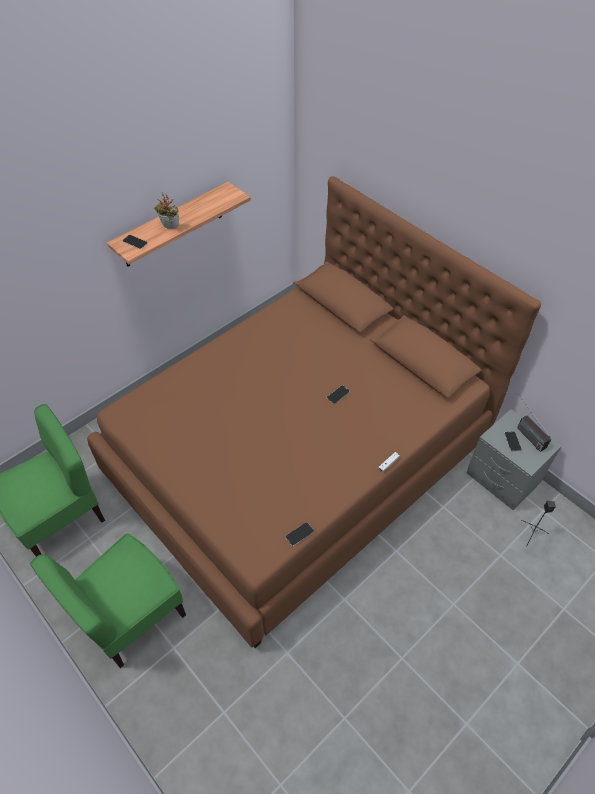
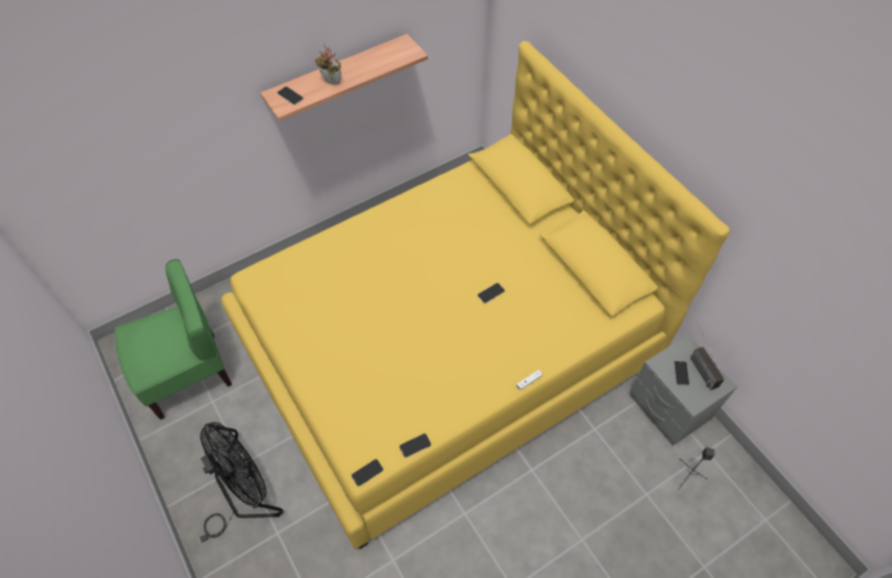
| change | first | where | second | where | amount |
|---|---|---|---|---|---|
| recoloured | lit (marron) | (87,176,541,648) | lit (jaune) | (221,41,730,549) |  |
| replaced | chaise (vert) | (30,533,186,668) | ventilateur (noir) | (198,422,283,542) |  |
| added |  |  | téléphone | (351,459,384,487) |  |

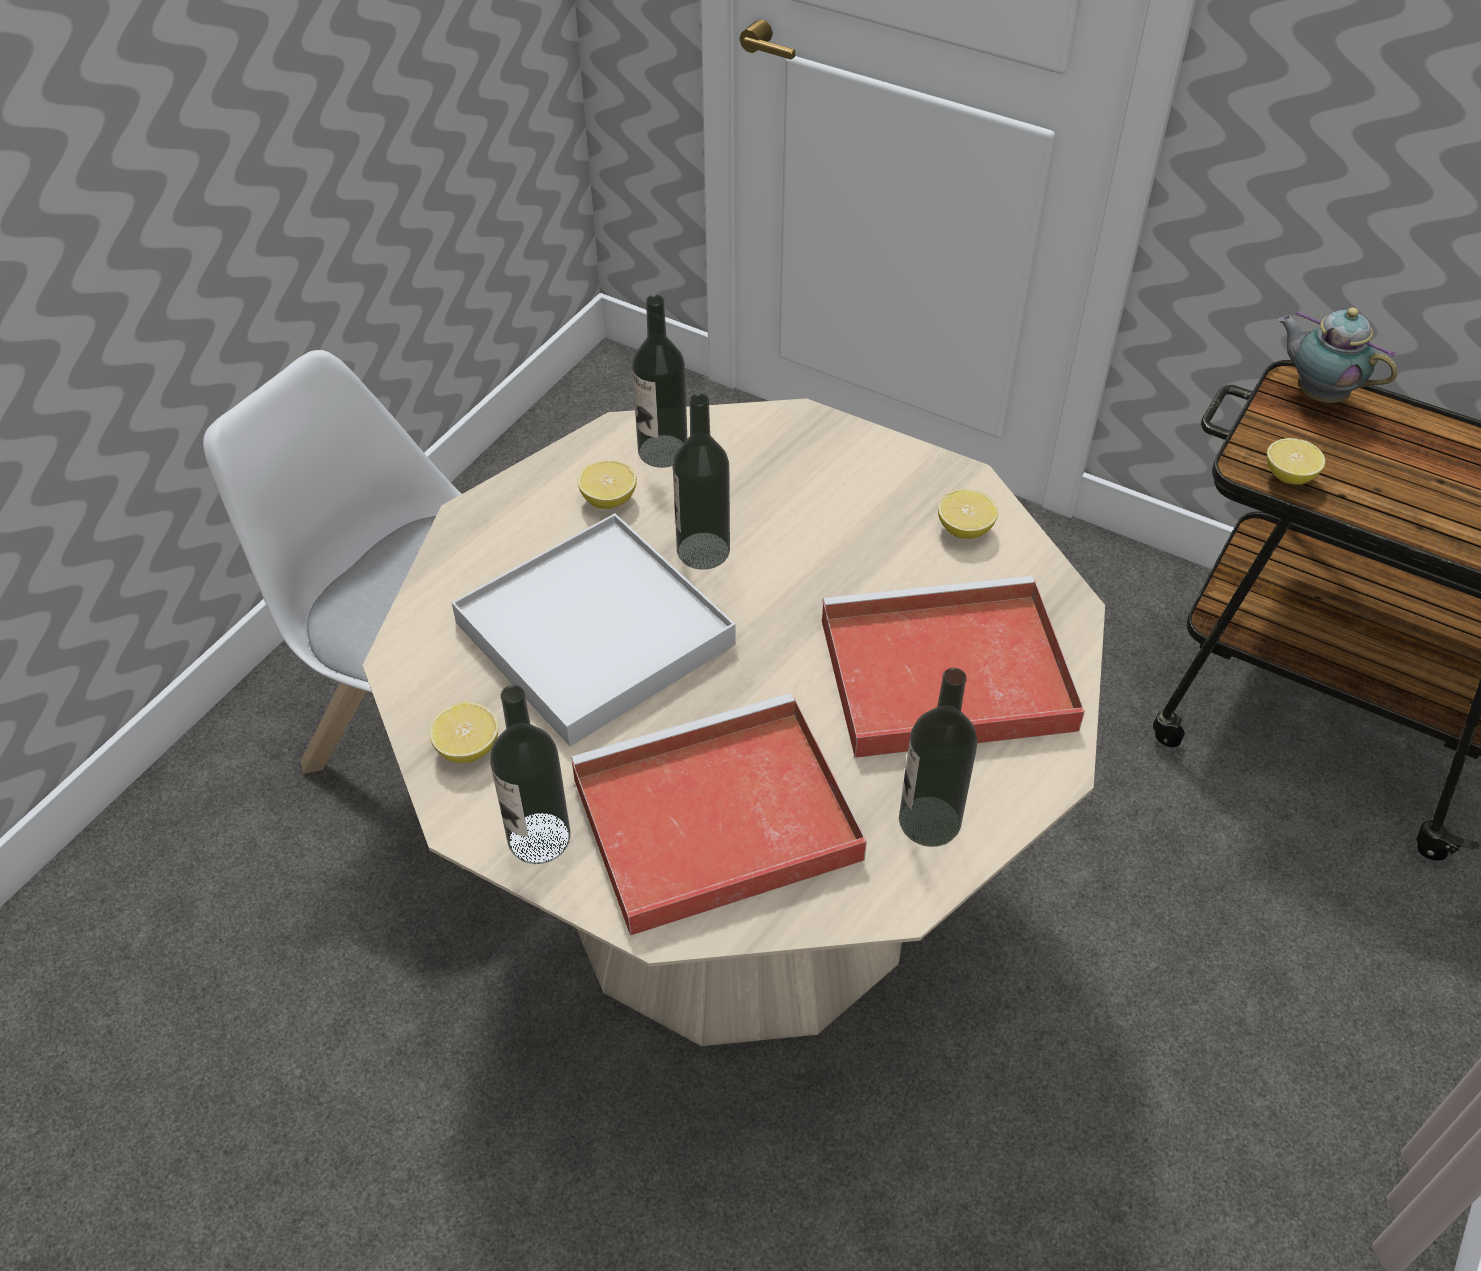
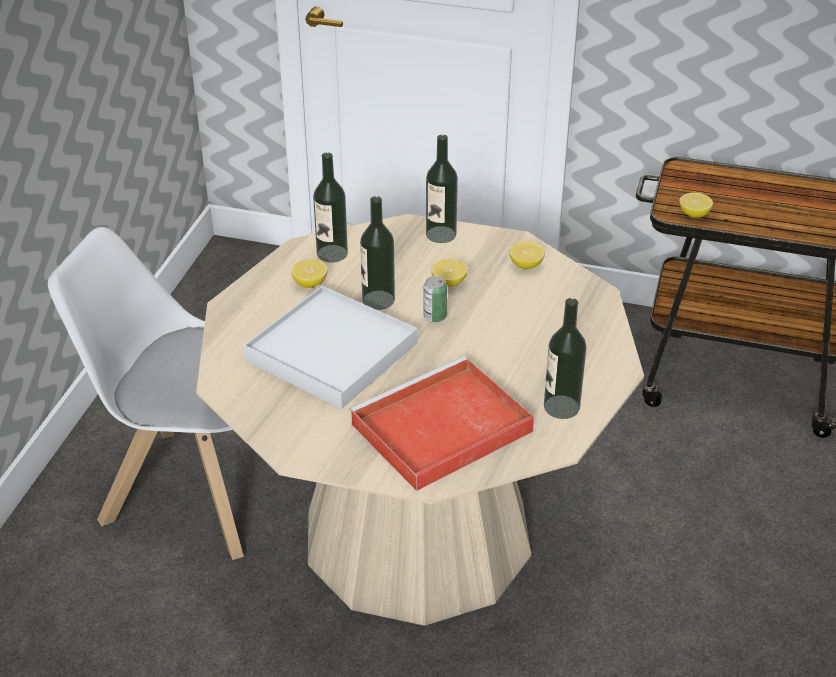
| change | first | where | second | where | amount |
|---|---|---|---|---|---|
| removed | théière | (1278,308,1397,403) |  |  |  |
| removed | plateau (rouge) | (821,576,1085,758) |  |  |  |
| moved | bouteille | (490,685,570,864) |  | (426,135,458,243) |  |
| moved | citron | (429,702,499,763) |  | (431,259,467,287) |  |
| added |  |  | boîte métallique | (424,276,447,322) |  |

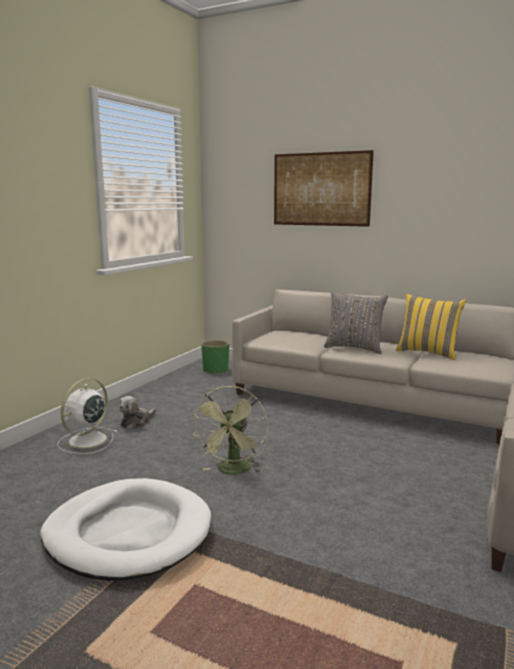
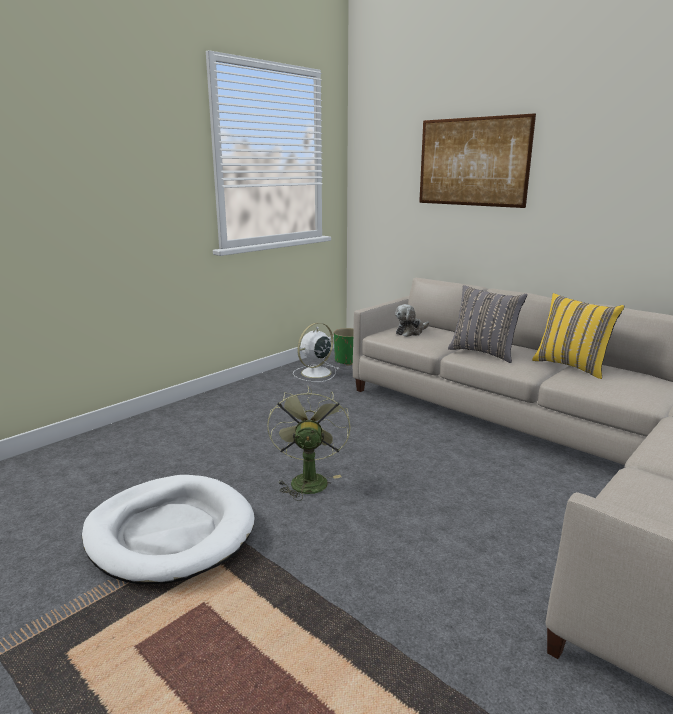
| change | first | where | second | where | amount |
|---|---|---|---|---|---|
| moved | ventilateur (blanc) | (57,378,117,454) |  | (293,322,339,382) |  |
| turned | ventilateur (vert) | (193,386,268,475) |  | (267,385,351,501) | 150 degrees clockwise |
| moved | peluche | (119,396,156,429) |  | (395,304,429,337) |  |

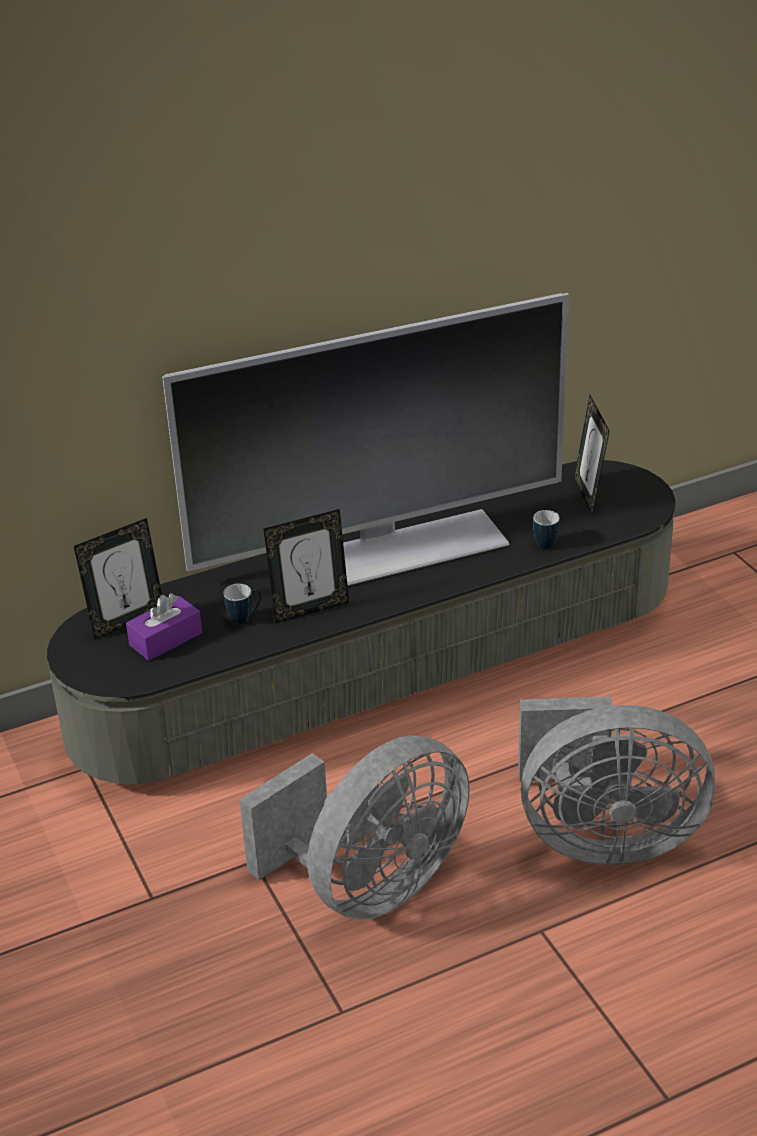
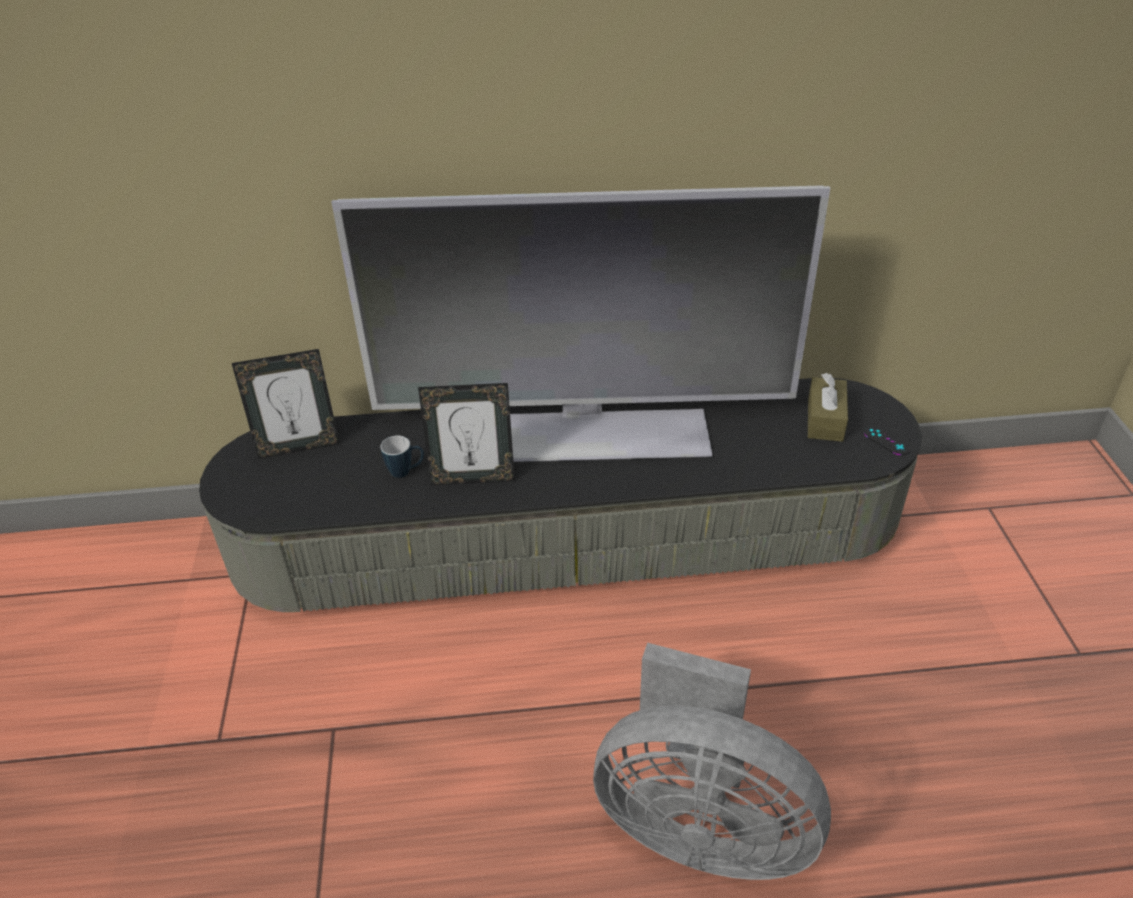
| change | first | where | second | where | amount |
|---|---|---|---|---|---|
| replaced | cadre photo | (574,395,610,516) | boîte à mouchoirs (marron) | (808,373,848,442) |  |
| removed | mug | (533,510,560,549) |  |  |  |
| removed | boîte à mouchoirs (violet) | (126,593,202,661) |  |  |  |
| removed | ventilateur (gris) | (239,736,470,920) |  |  |  |
| added |  |  | manette (noir) | (864,426,911,455) |  |

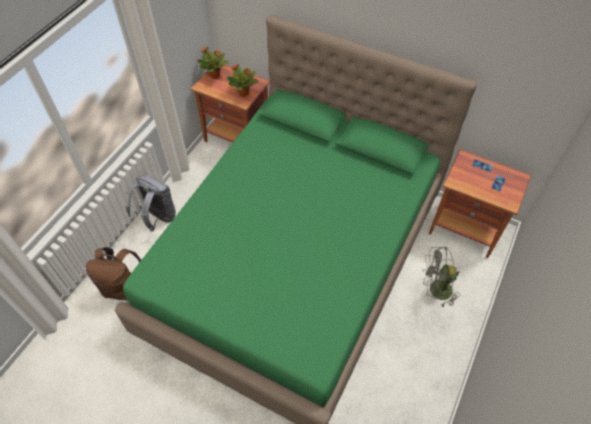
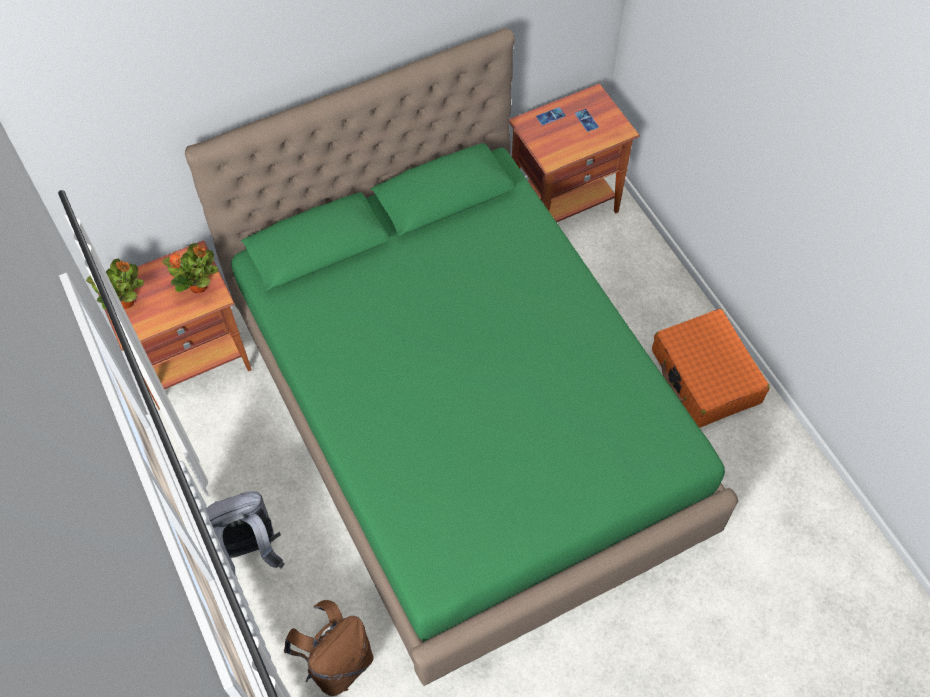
| change | first | where | second | where | amount |
|---|---|---|---|---|---|
| removed | ventilateur (gris) | (422,247,460,308) |  |  |  |
| added |  |  | valise (orange) | (652,309,770,428) |  |

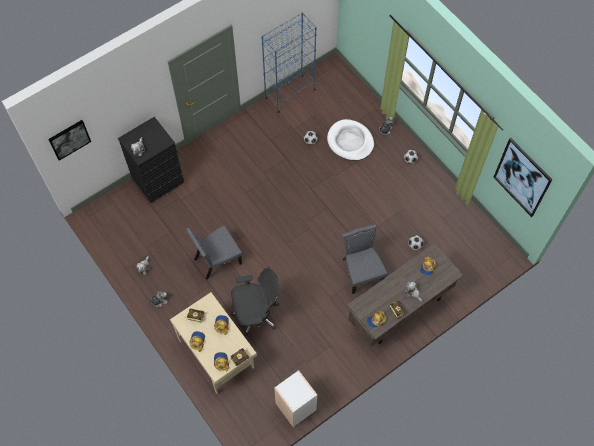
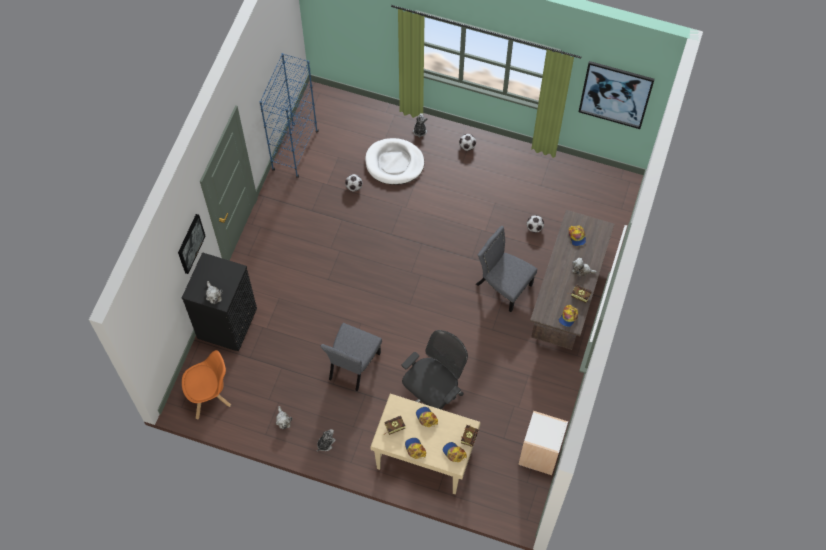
| change | first | where | second | where | amount |
|---|---|---|---|---|---|
| moved | tableau | (48,120,91,161) |  | (178,214,206,274) |  |
| added |  |  | chaise (orange) | (182,350,231,419) |  |

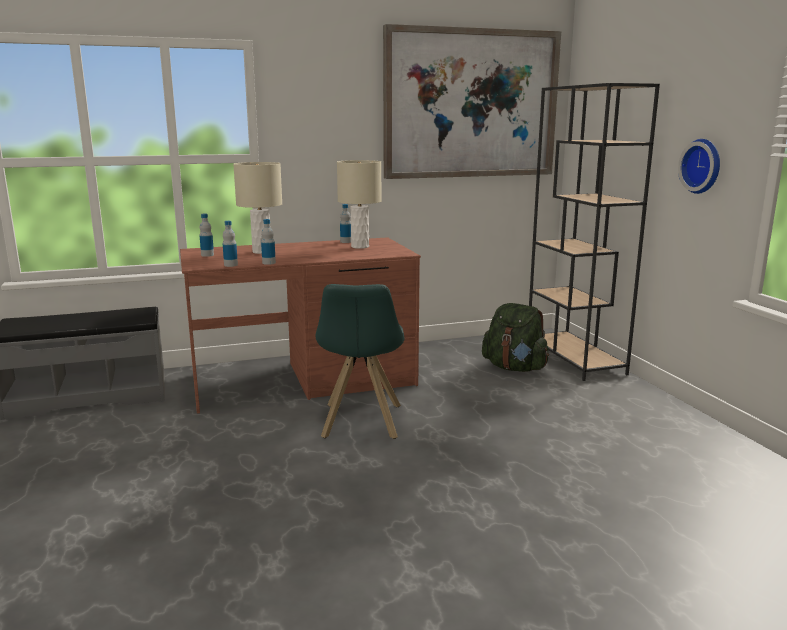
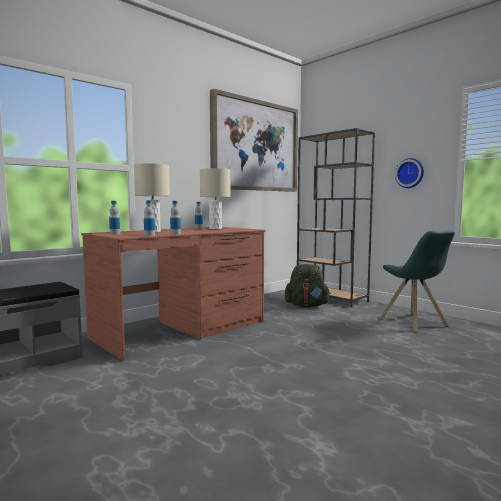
| change | first | where | second | where | amount |
|---|---|---|---|---|---|
| moved | chaise (turquoise) | (316,284,405,439) |  | (379,230,455,332) |  |

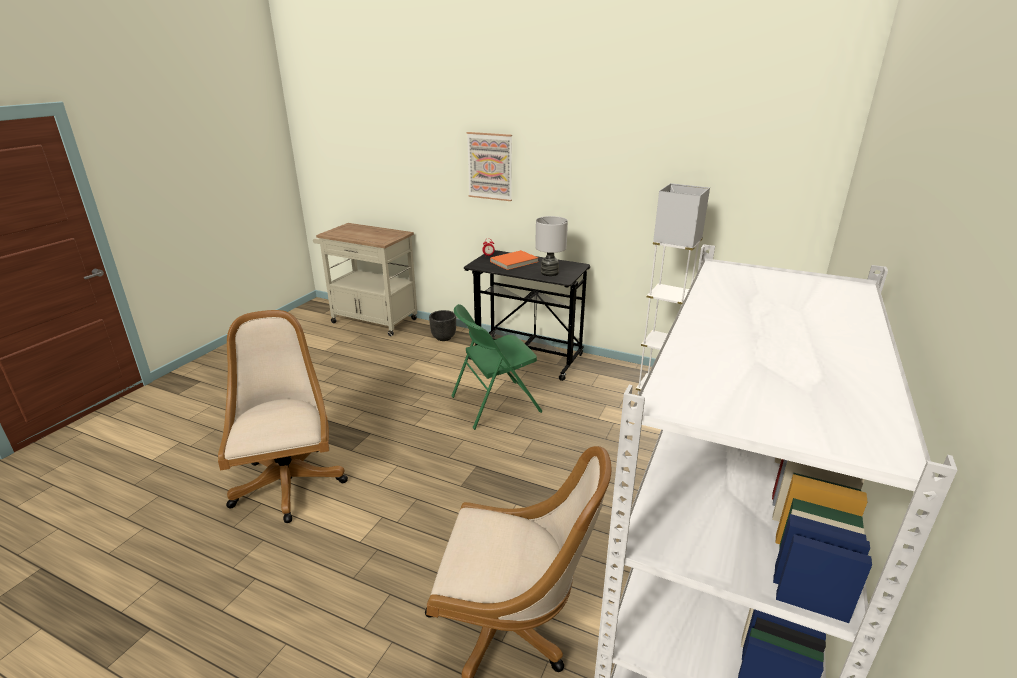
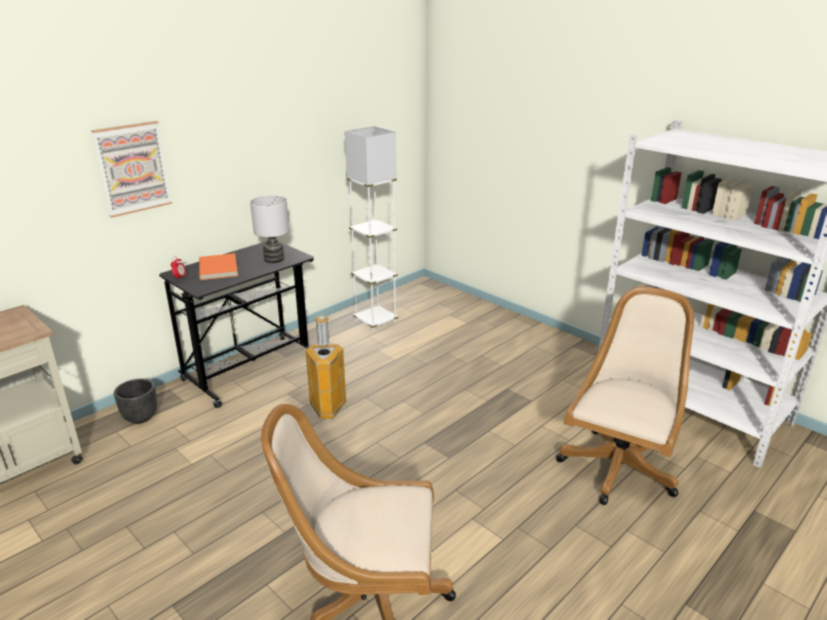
| change | first | where | second | where | amount |
|---|---|---|---|---|---|
| replaced | chaise (vert) | (451,304,542,430) | poubelle | (305,316,346,419) |  |

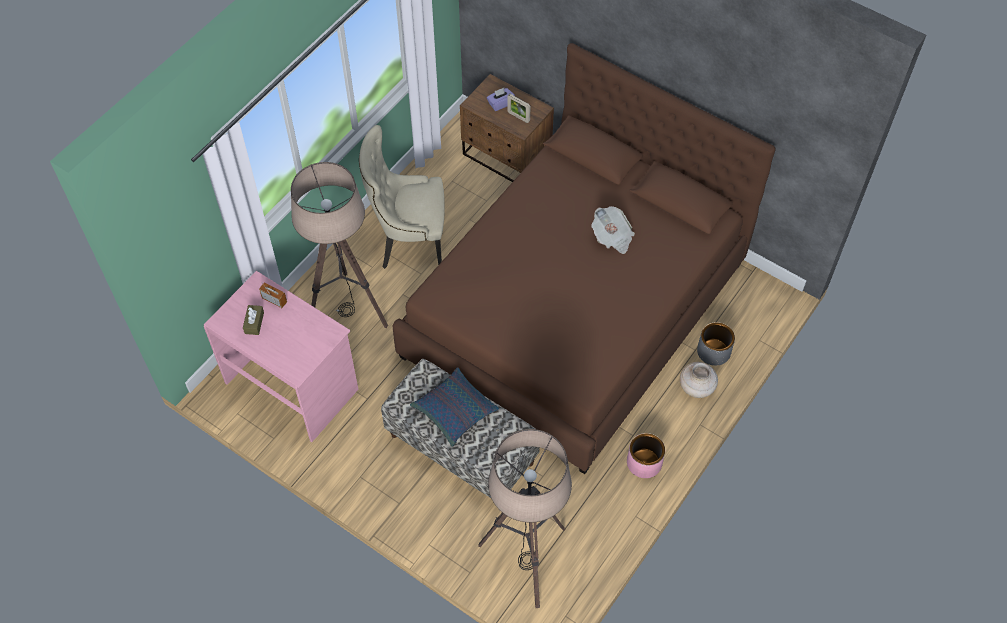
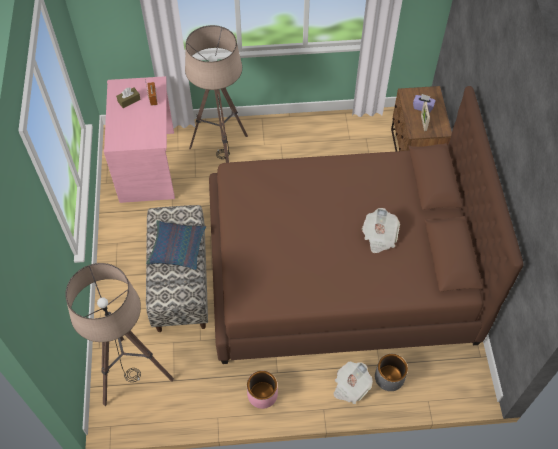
| change | first | where | second | where | amount |
|---|---|---|---|---|---|
| removed | chaise (beige) | (359,125,445,269) |  |  |  |
| replaced | vase (beige) | (680,362,718,398) | journal | (333,361,373,404) |  |

